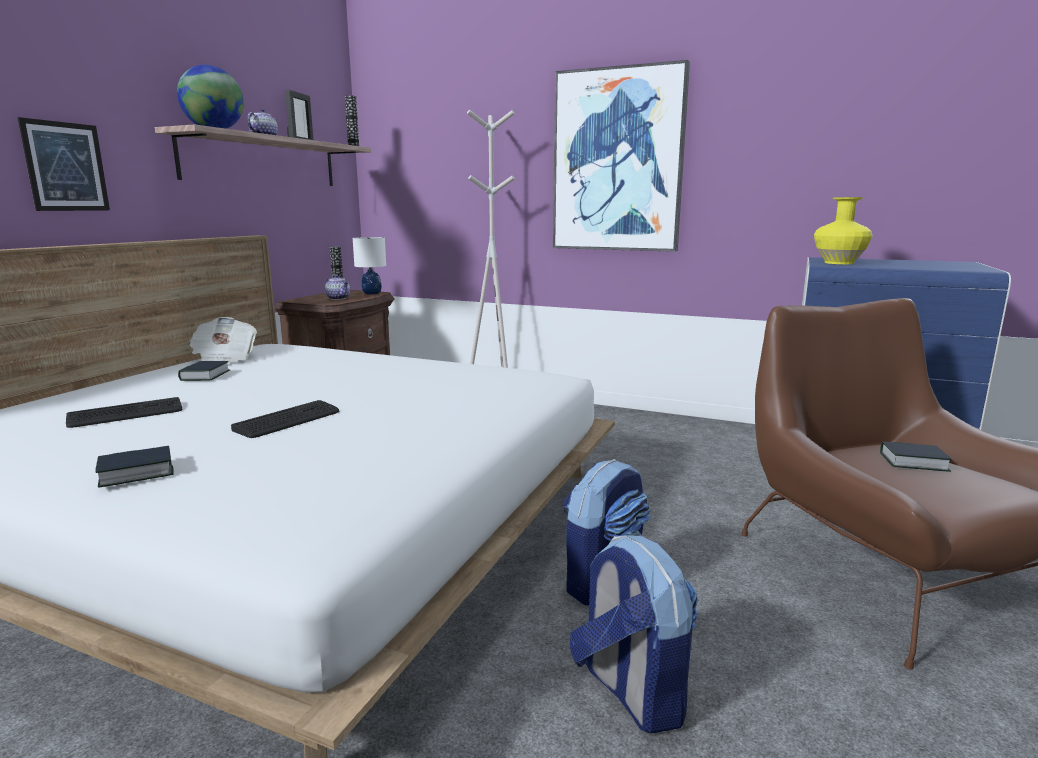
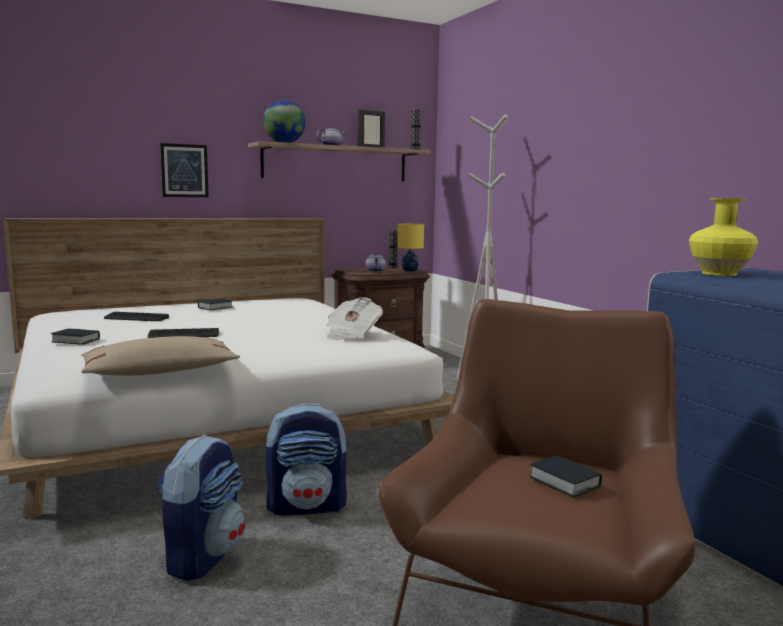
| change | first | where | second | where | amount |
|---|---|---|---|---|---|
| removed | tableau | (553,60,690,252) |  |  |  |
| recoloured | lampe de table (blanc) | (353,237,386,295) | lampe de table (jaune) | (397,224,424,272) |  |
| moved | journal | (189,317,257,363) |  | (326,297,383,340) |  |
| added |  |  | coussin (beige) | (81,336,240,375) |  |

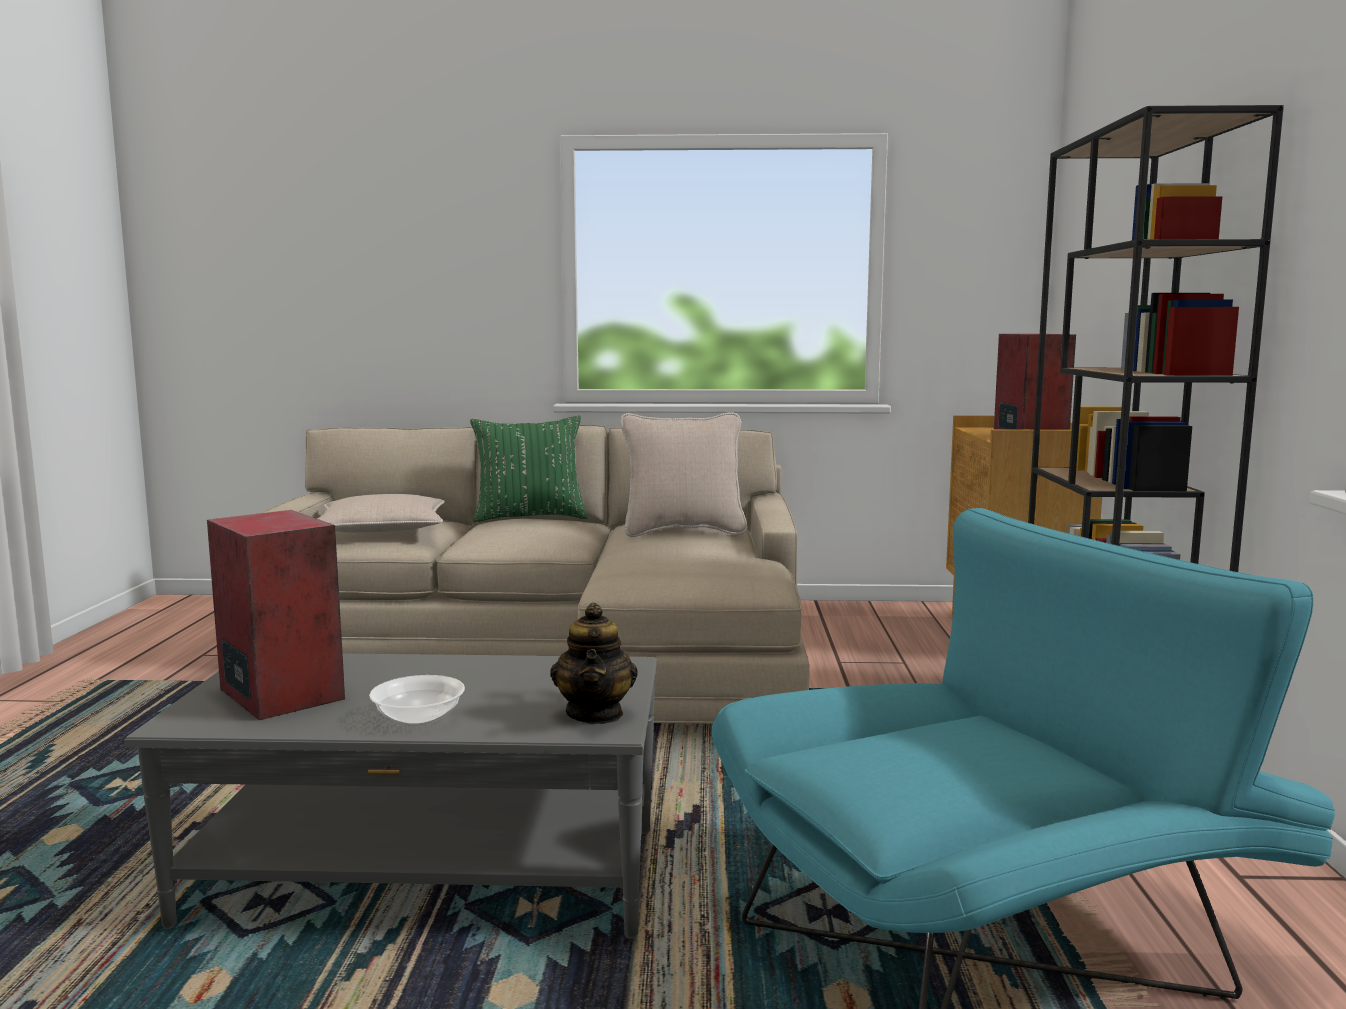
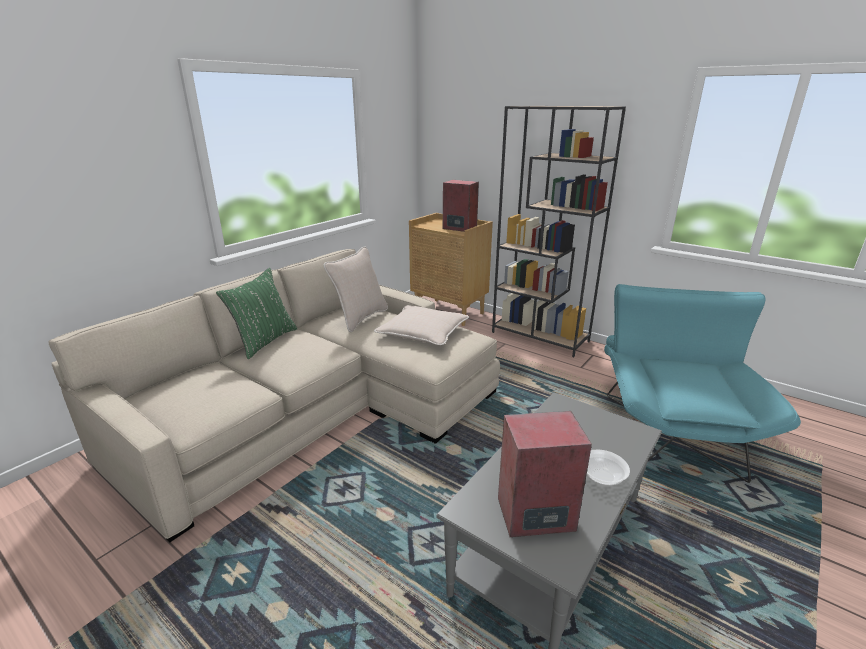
| change | first | where | second | where | amount |
|---|---|---|---|---|---|
| moved | coussin (beige) | (317,494,445,532) |  | (374,305,469,345) |  |
| removed | théière | (550,603,638,724) |  |  |  |

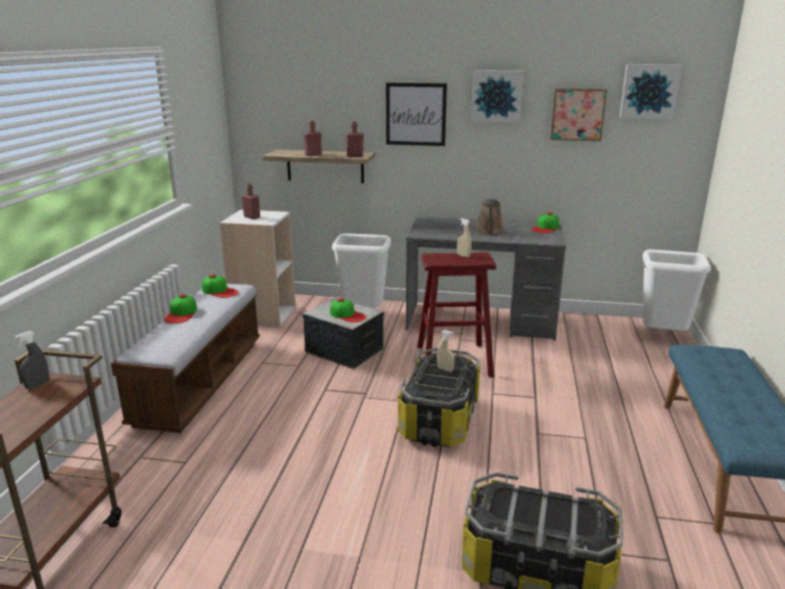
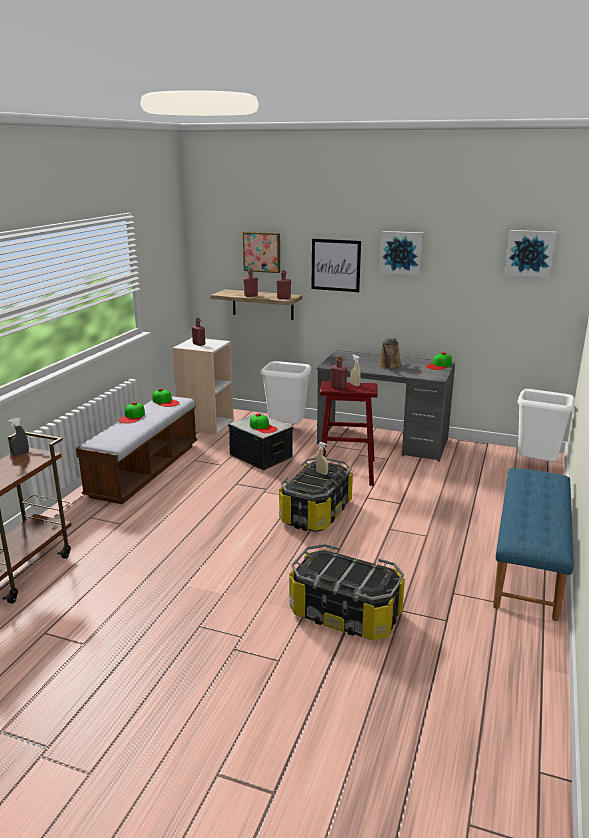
| change | first | where | second | where | amount |
|---|---|---|---|---|---|
| moved | tableau | (550,88,607,141) |  | (243,232,280,273) |  |
| added |  |  | bouteille (rouge) | (331,356,348,389) |  |

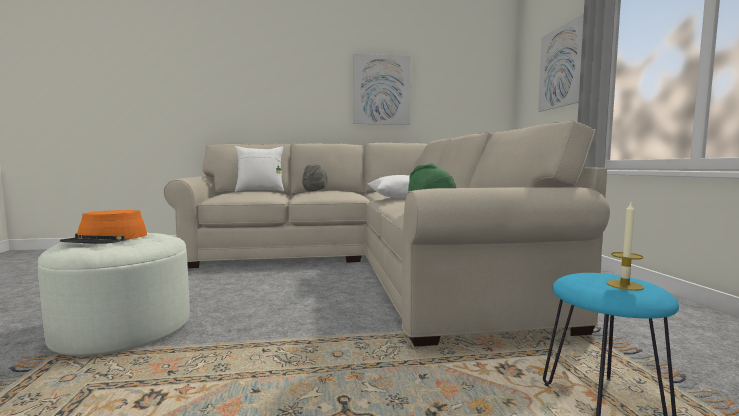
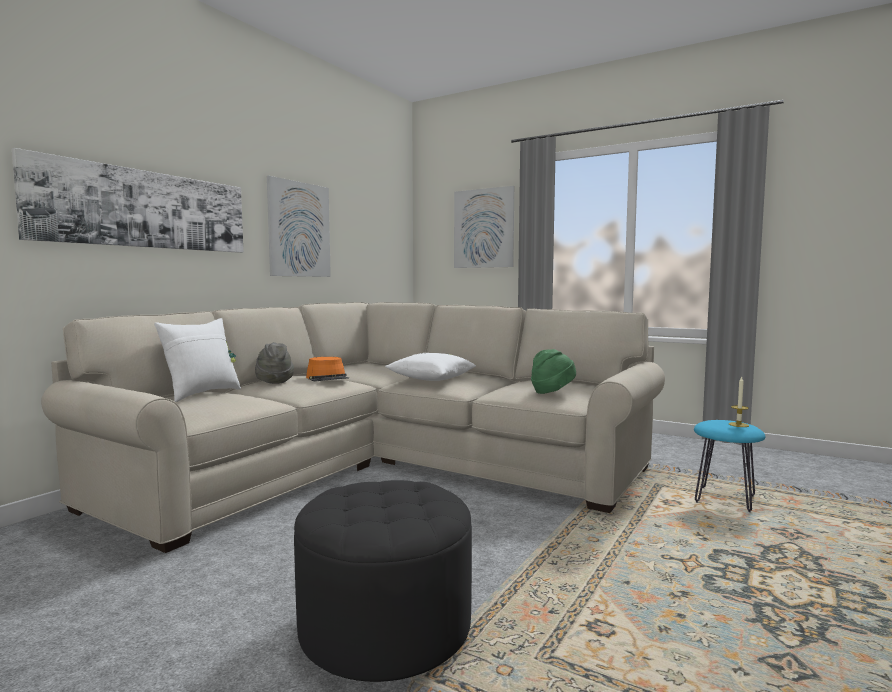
| change | first | where | second | where | amount |
|---|---|---|---|---|---|
| moved | chapeau (orange) | (60,210,147,244) |  | (306,357,349,381) |  |
| recoloured | pouf (blanc) | (38,233,190,356) | pouf (noir) | (294,480,472,682) |  |
| added |  |  | tableau | (12,148,243,253) |  |

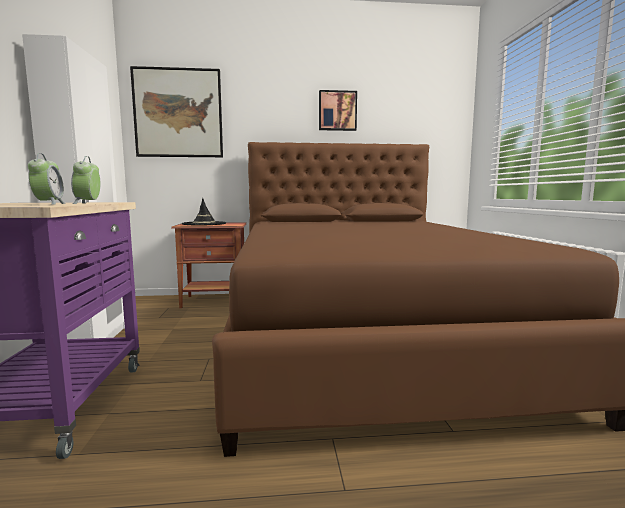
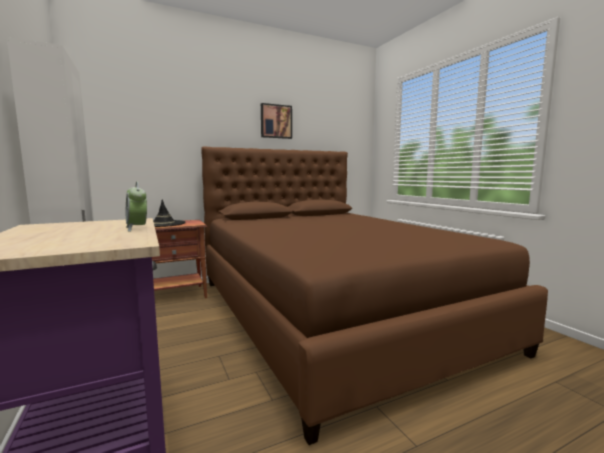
| change | first | where | second | where | amount |
|---|---|---|---|---|---|
| removed | tableau | (130,66,223,157) |  |  |  |
| removed | réveil | (28,153,66,205) |  |  |  |

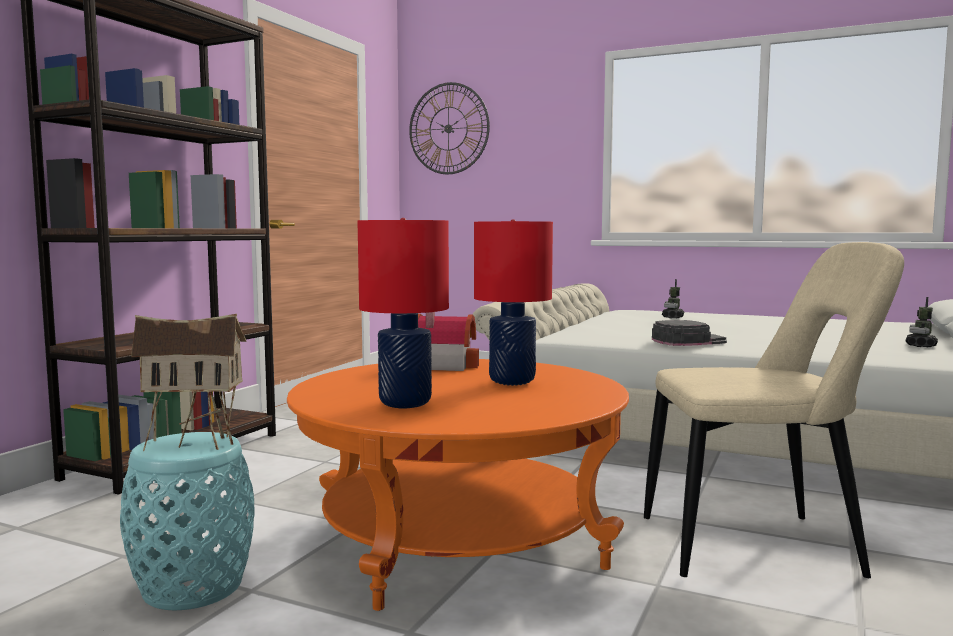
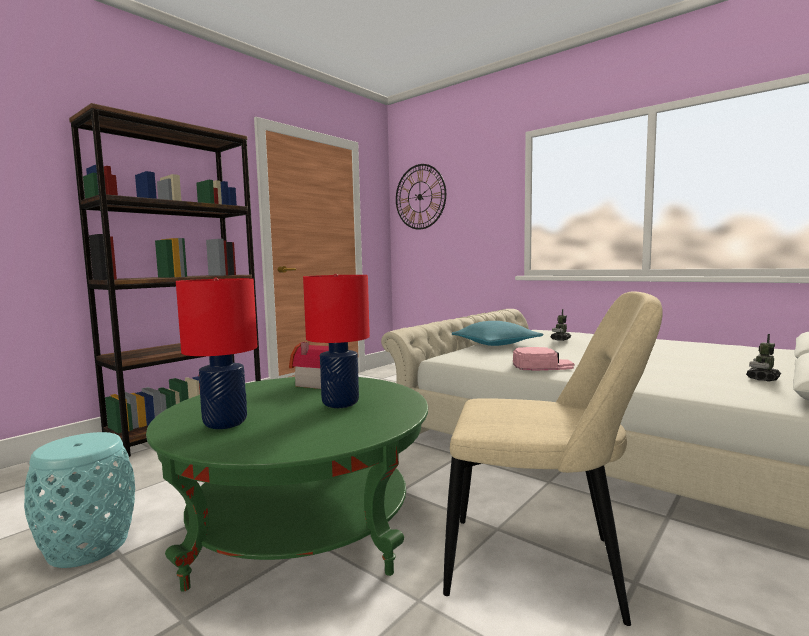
| change | first | where | second | where | amount |
|---|---|---|---|---|---|
| removed | maison miniature | (131,314,246,451) |  |  |  |
| recoloured | casquette (noir) | (652,320,727,346) | casquette (rose) | (513,347,575,371) |  |
| recoloured | table basse (orange) | (287,359,629,611) | table basse (vert) | (146,377,428,592) |  |
| added |  |  | coussin (turquoise) | (452,321,544,346) |  |

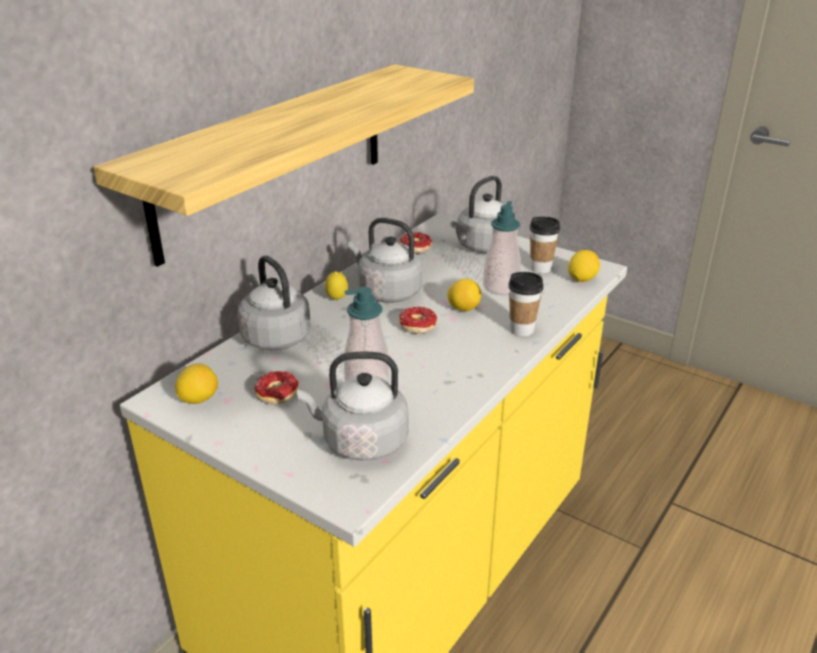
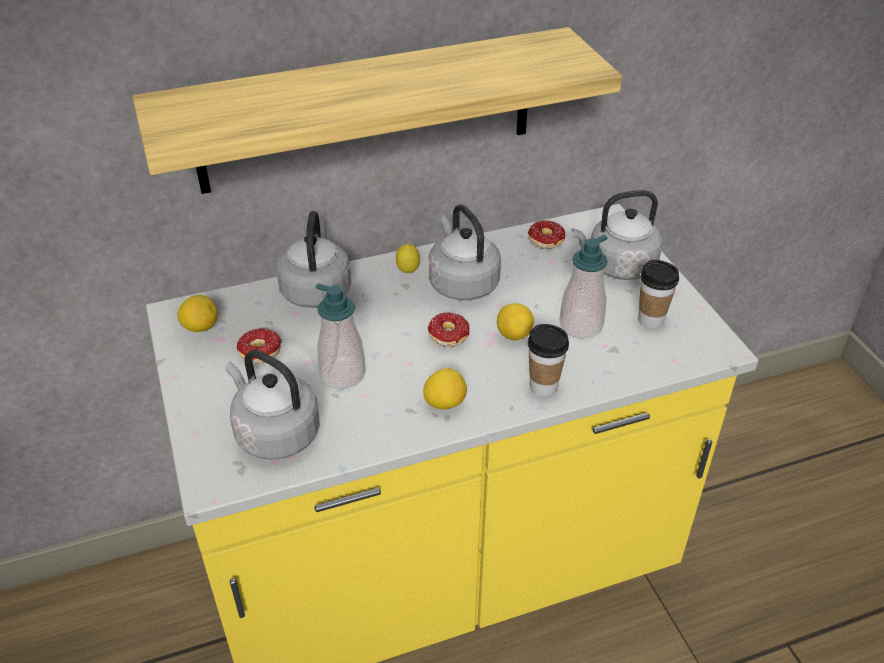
| change | first | where | second | where | amount |
|---|---|---|---|---|---|
| moved | citron | (568,250,600,282) |  | (423,368,467,409) |  |

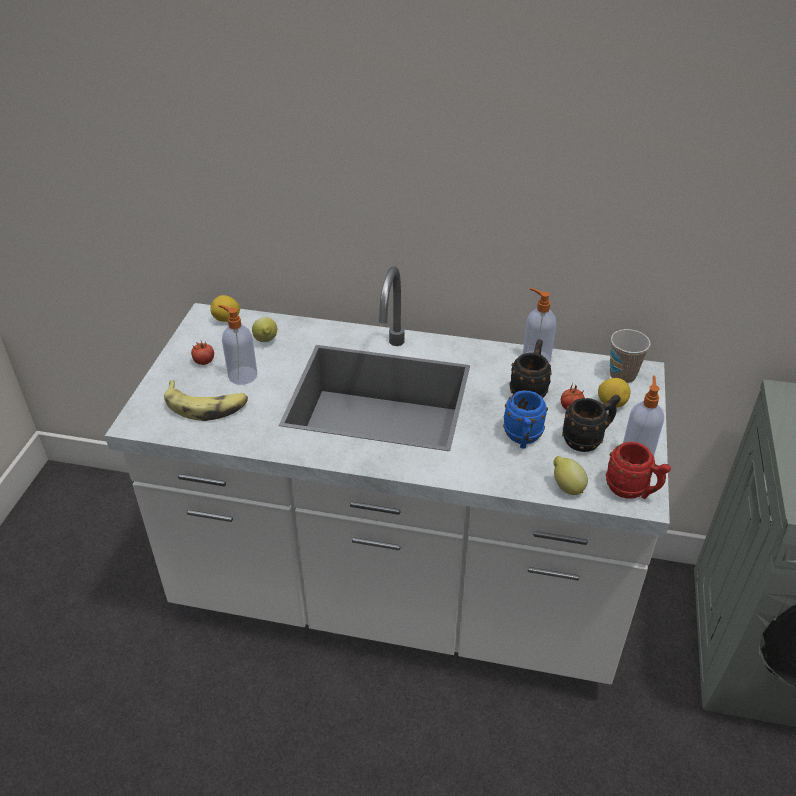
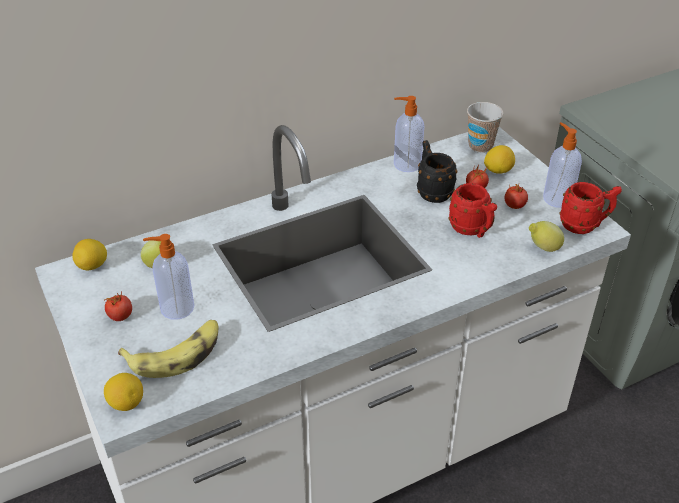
| change | first | where | second | where | amount |
|---|---|---|---|---|---|
| recoloured | mug (bleu) | (503,390,548,449) | mug (rouge) | (449,183,497,238) |  |
| replaced | mug (noir) | (562,395,620,452) | tomate | (505,184,528,209) |  |
| added |  |  | citron | (104,373,143,411) |  |

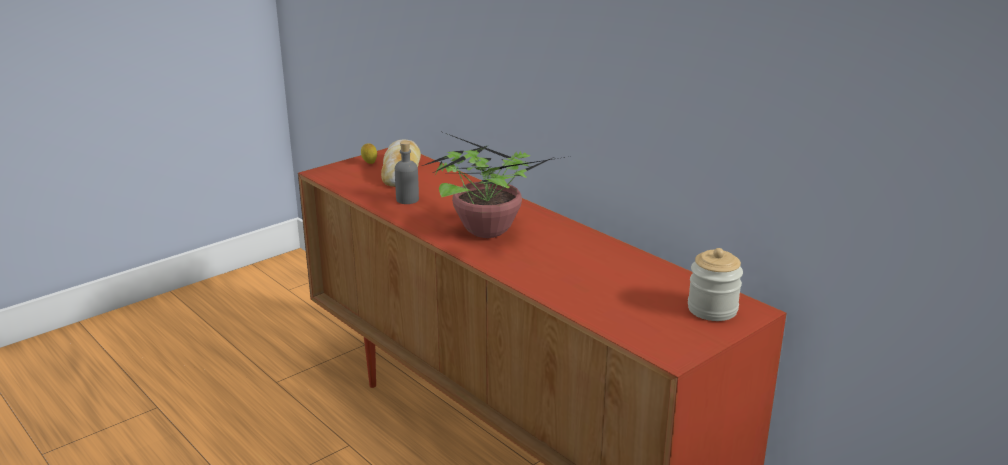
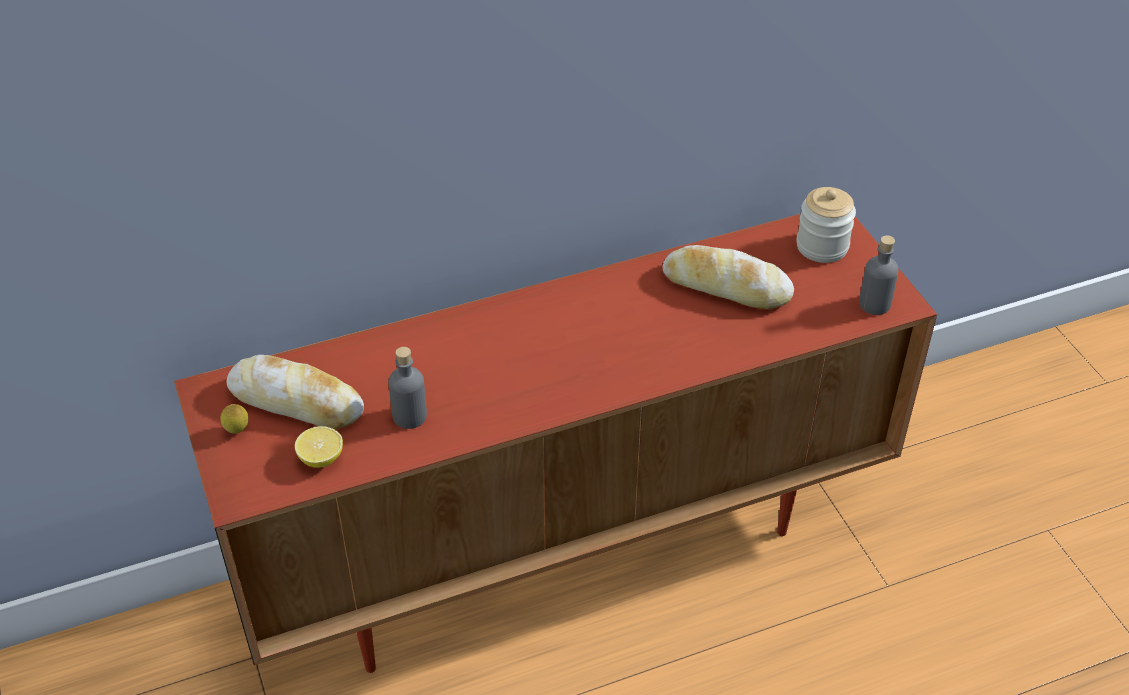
| change | first | where | second | where | amount |
|---|---|---|---|---|---|
| removed | plante en pot | (422,132,565,238) |  |  |  |
| added |  |  | bouteille (gris) | (859,235,899,315) |  |
| added |  |  | pain | (663,245,794,309) |  |
| added |  |  | citron | (295,426,343,468) |  |

